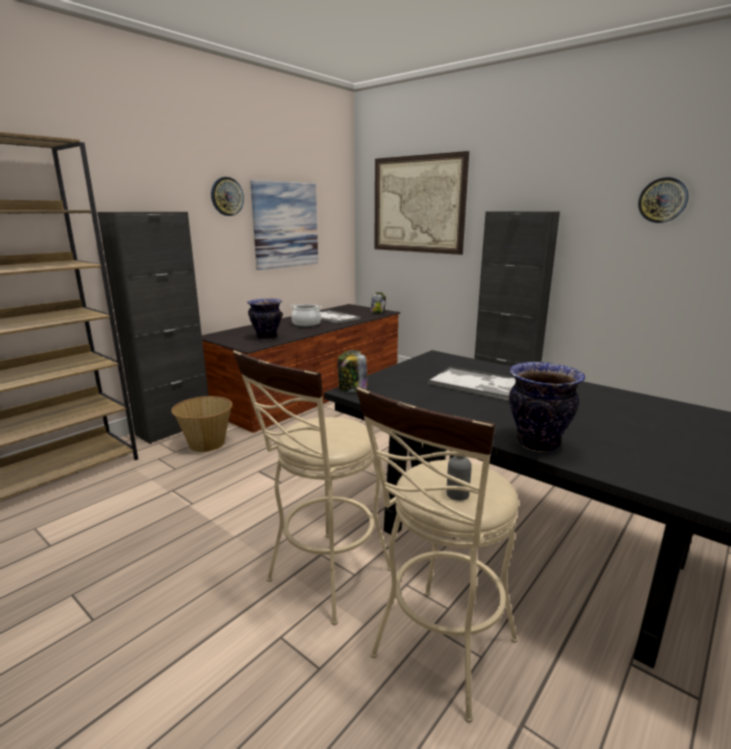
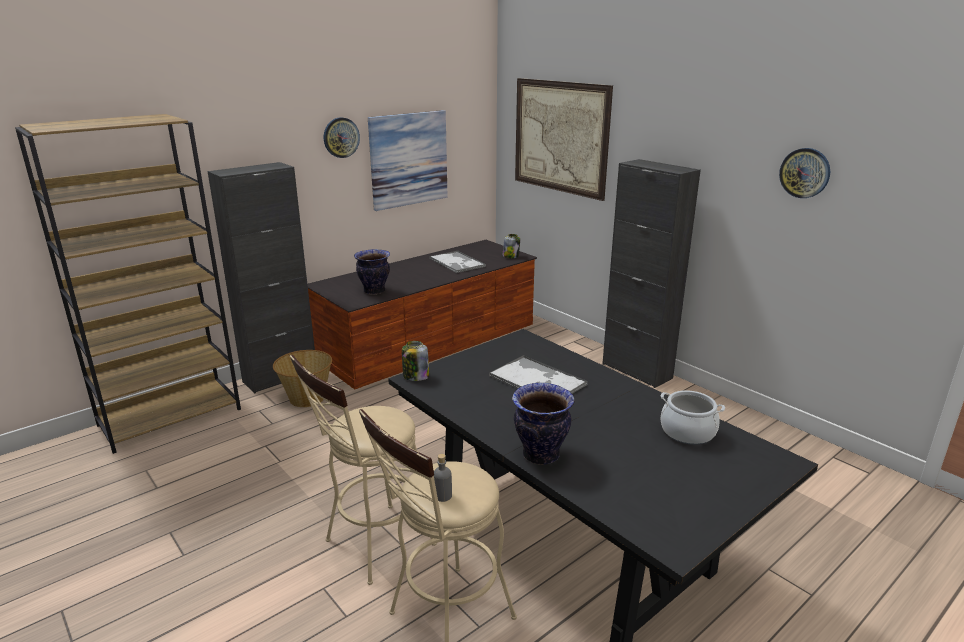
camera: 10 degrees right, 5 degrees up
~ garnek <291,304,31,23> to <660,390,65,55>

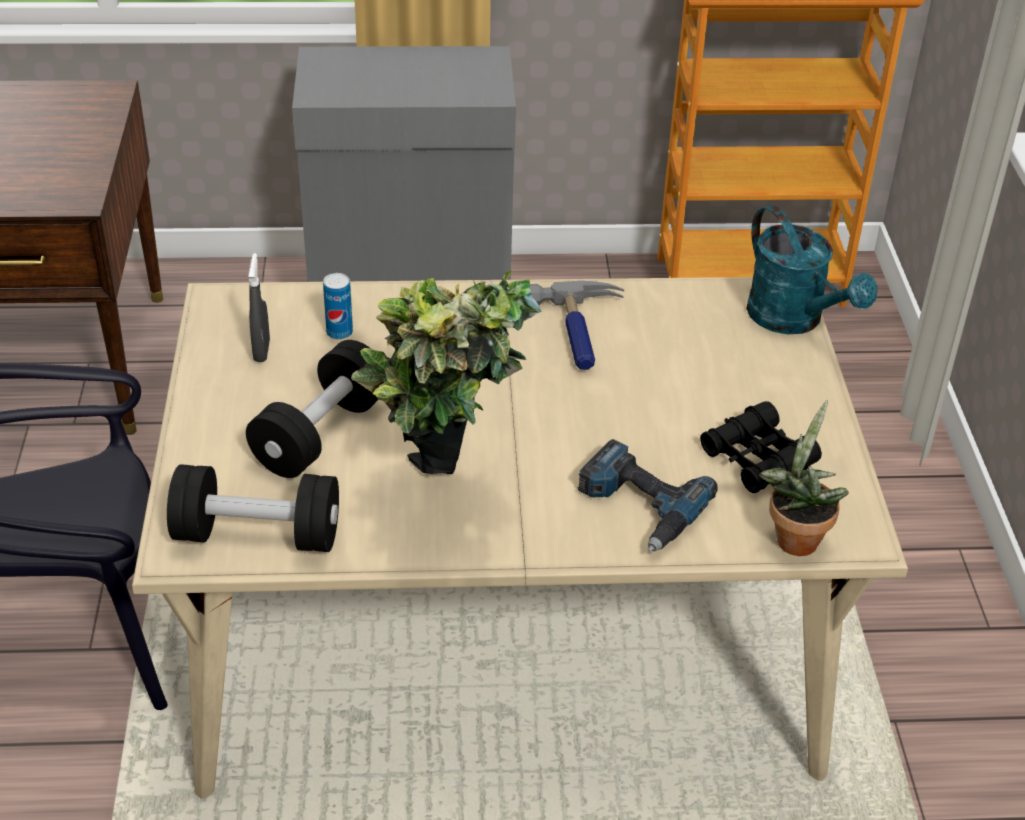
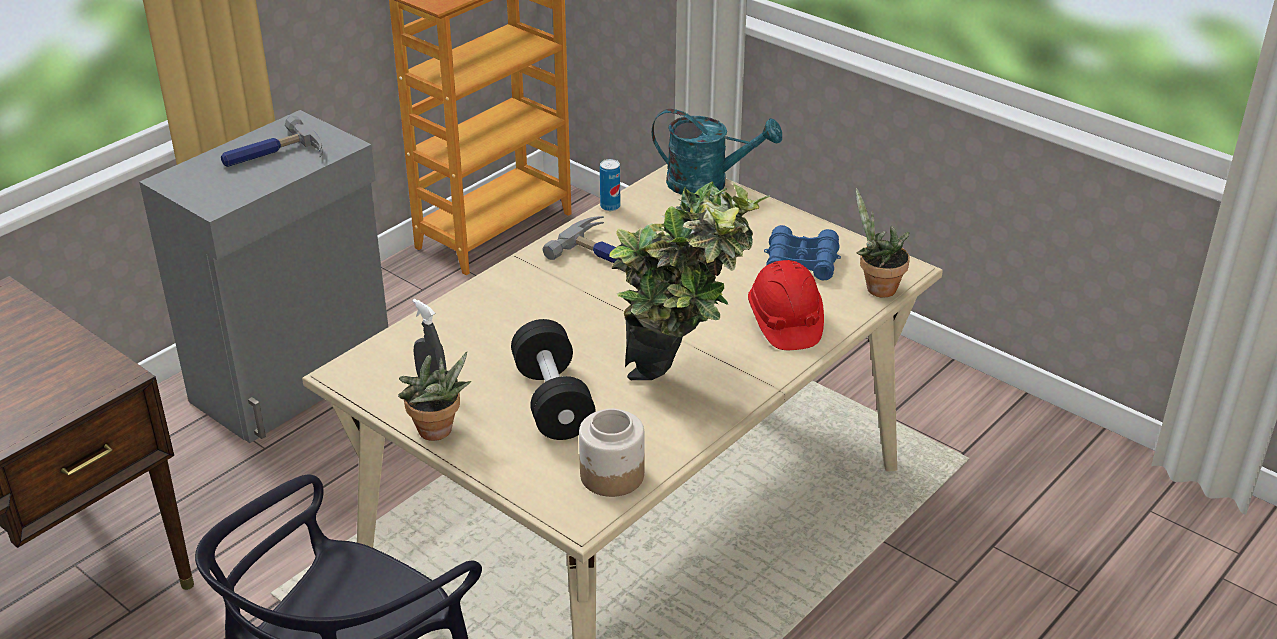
camera: 45 degrees left, 5 degrees down
+ młotek <221,116,102,51>
+ roślina doniczkowa <398,352,73,89>
~ hantel (czarny) <167,464,172,88> to słoik <579,409,66,88>
~ puszka <323,273,30,67> to <600,159,20,52>
~ wiertarka <577,439,141,113> to kask (czerwony) <748,260,76,90>
~ lornetka (czarny) <700,401,122,92> to lornetka (niebieski) <764,225,77,56>

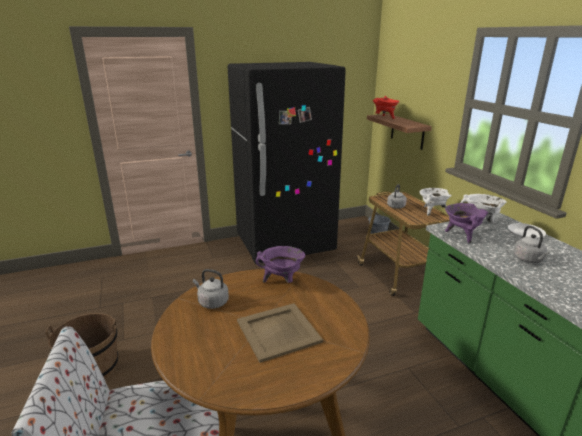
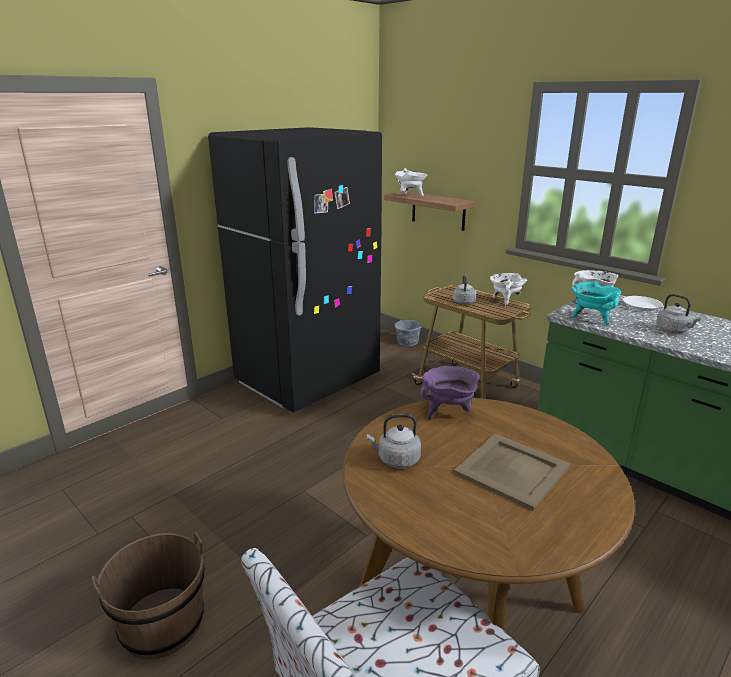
camera: 25 degrees left, 0 degrees up
~ garnek (czerwony) <373,96,26,23> to garnek (biały) <395,168,33,28>
~ garnek (fioletowy) <445,203,44,40> to garnek (turkusowy) <571,281,50,44>

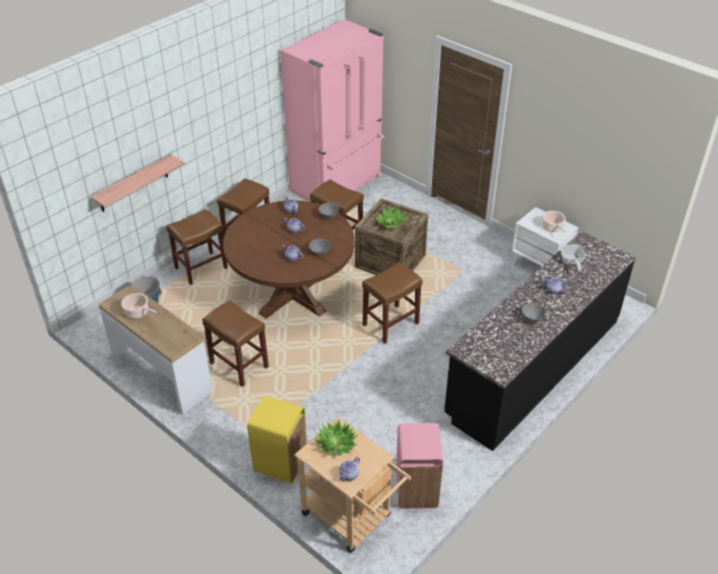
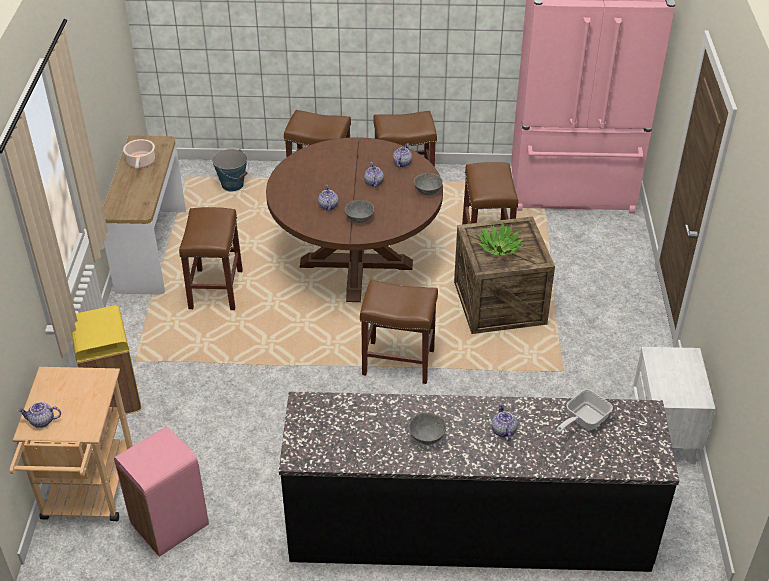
camera: 50 degrees right, 0 degrees up
- półka <90,154,95,58>
- roślina doniczkowa <314,419,44,37>
- garnek <542,211,24,22>

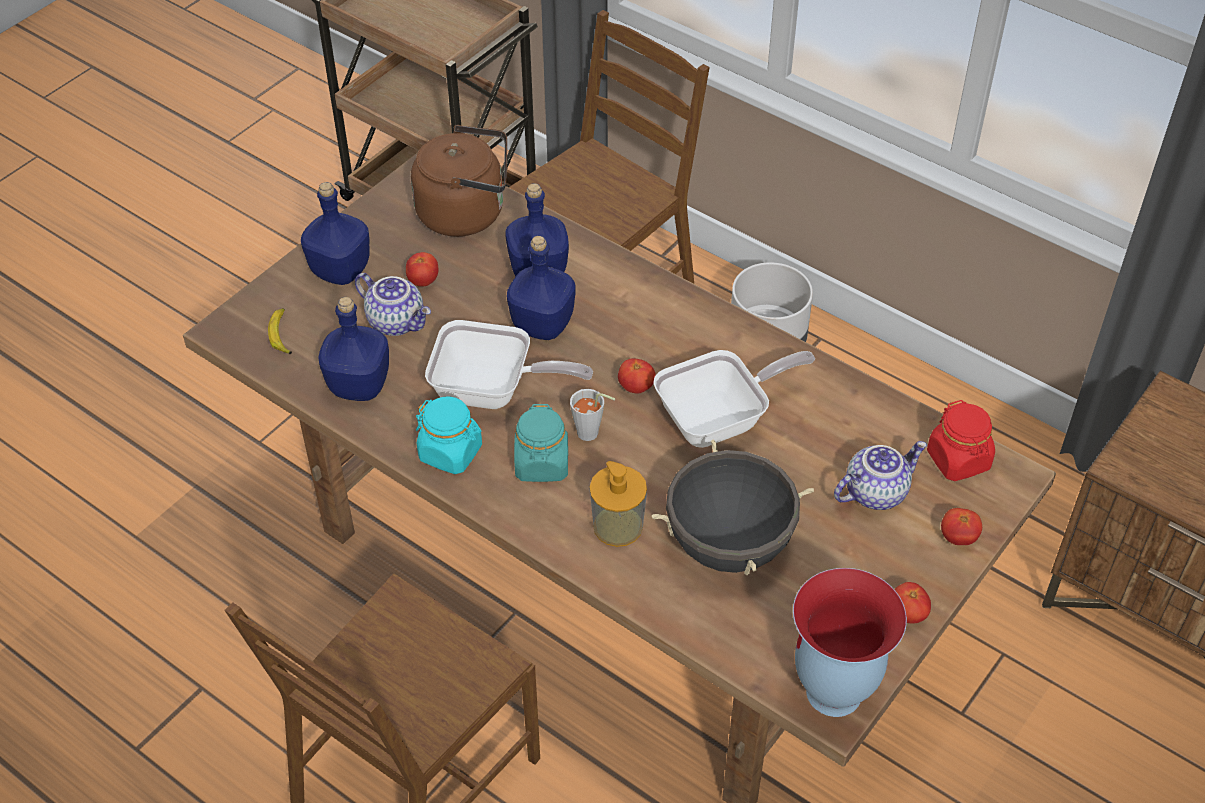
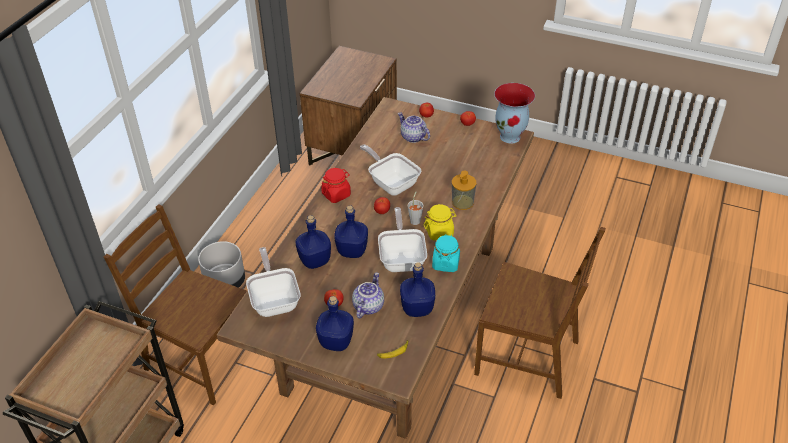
camera: 105 degrees left, 5 degrees down
~ czajnik (brązowy) <411,125,96,112> to patelnia <246,247,55,70>
~ słoik (czerwony) <927,400,68,81> to <321,168,30,35>
~ słoik (turkusowy) <514,404,54,78> to słoik (żółty) <424,204,33,37>
- garnek (czarny) <652,440,162,135>

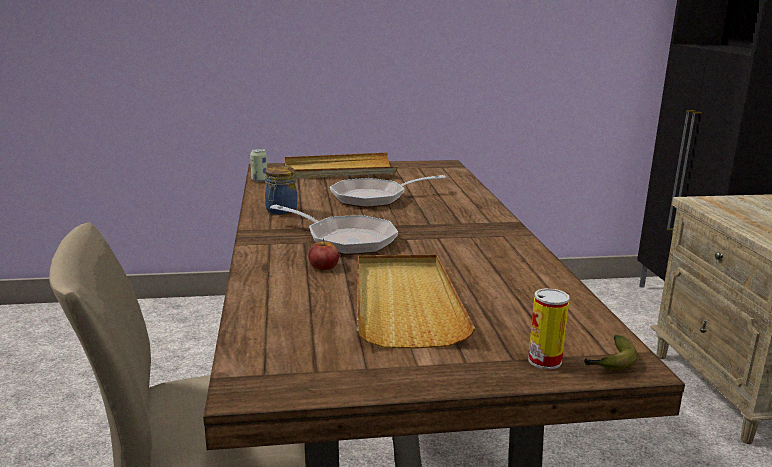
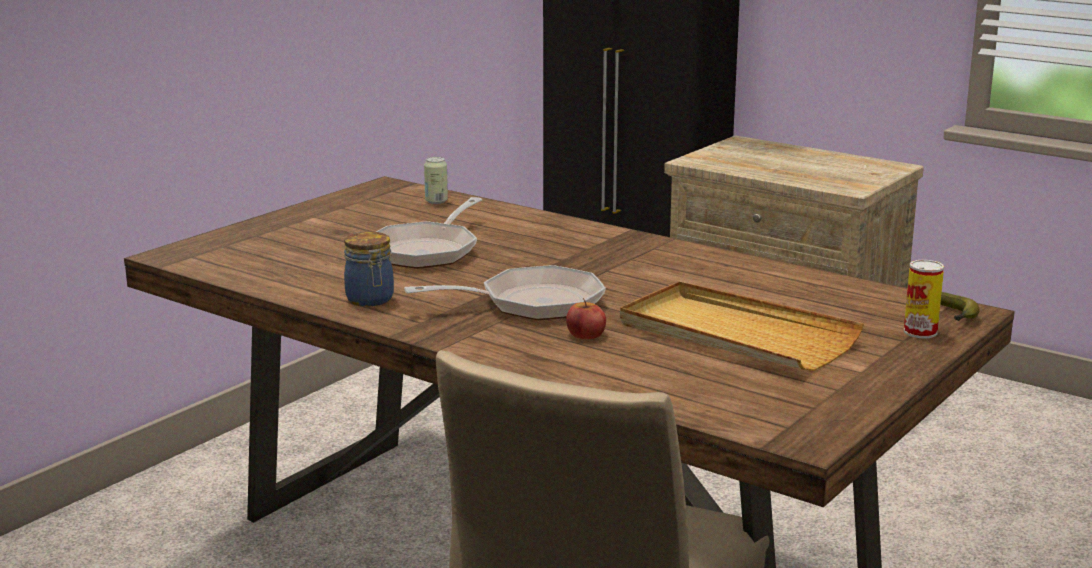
camera: 45 degrees left, 0 degrees up
~ puszka <250,149,17,33> to <424,157,24,47>
- taca (beżowy) <284,152,114,27>

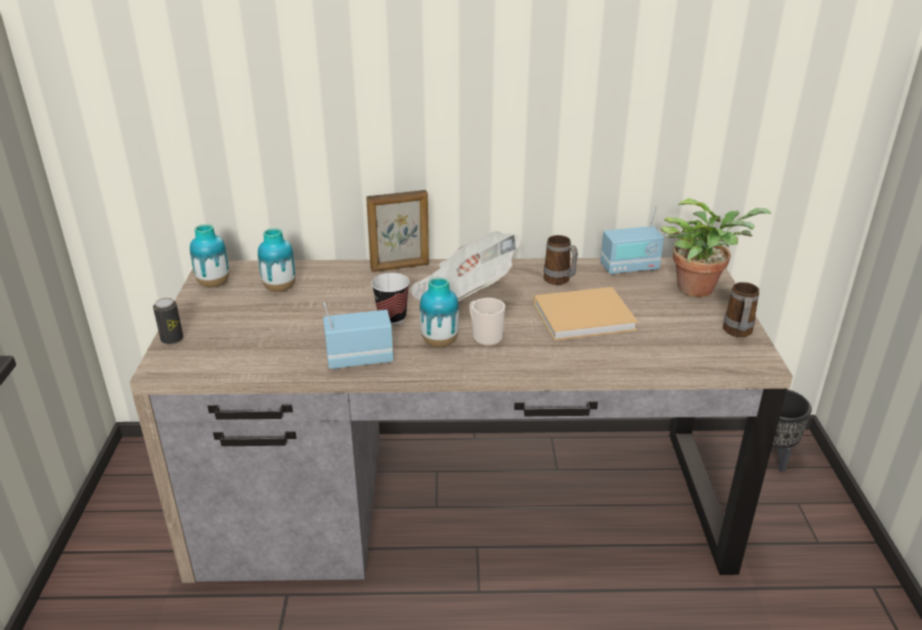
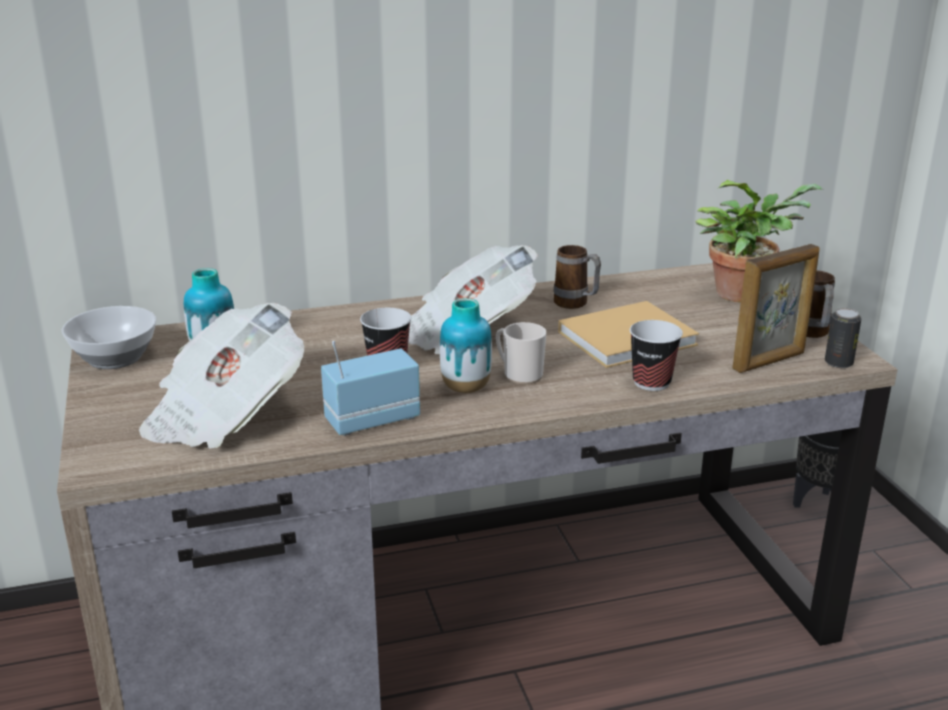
camera: 15 degrees left, 5 degrees down
~ wazon <190,224,39,64> to miska <62,306,95,63>
+ gazeta <139,303,165,146>
+ filiżanka <630,320,53,71>
~ ramka na zdjęcie <366,190,63,82> to <732,244,88,129>
~ puszka <153,298,30,47> to <825,308,37,60>
- radio <600,205,64,70>

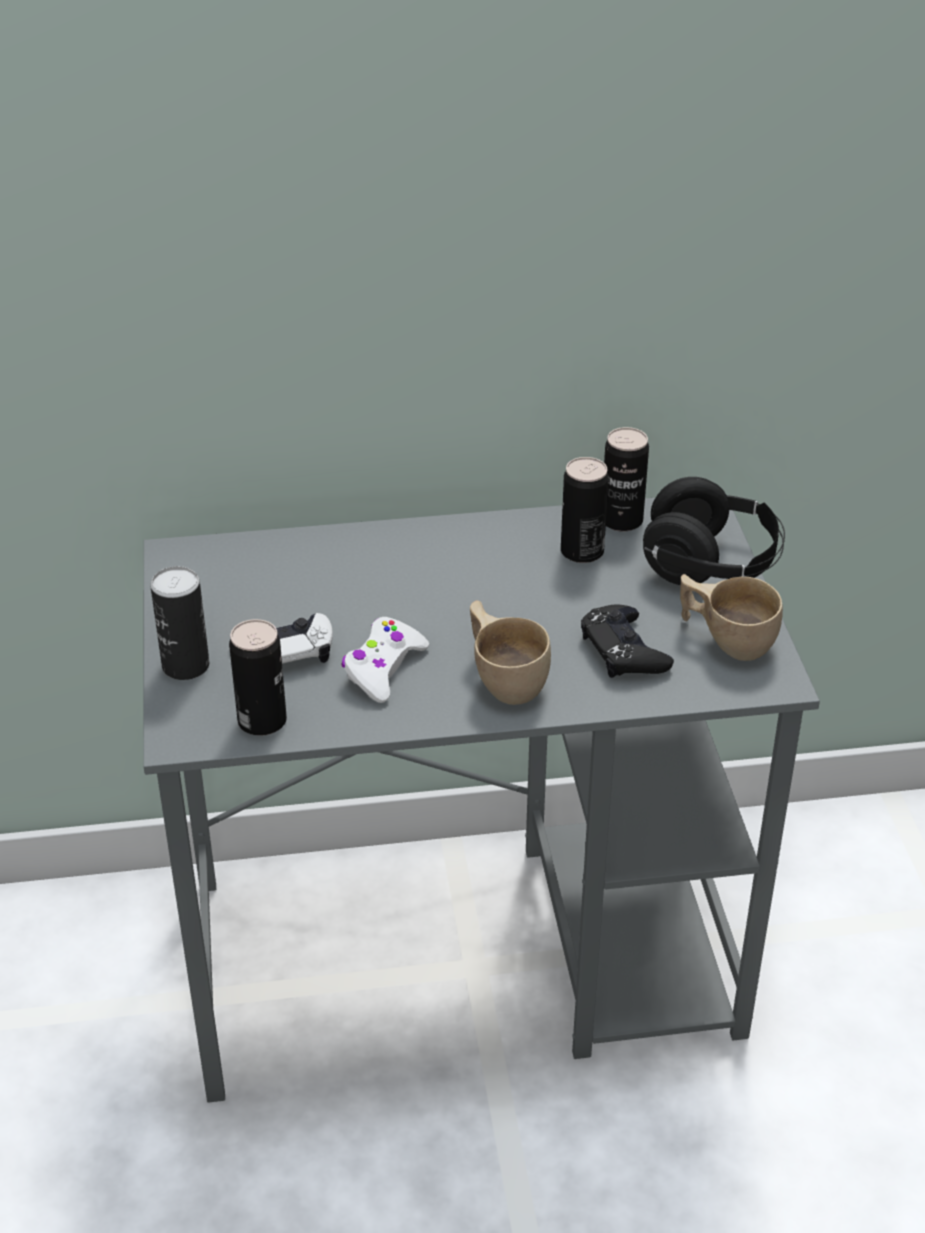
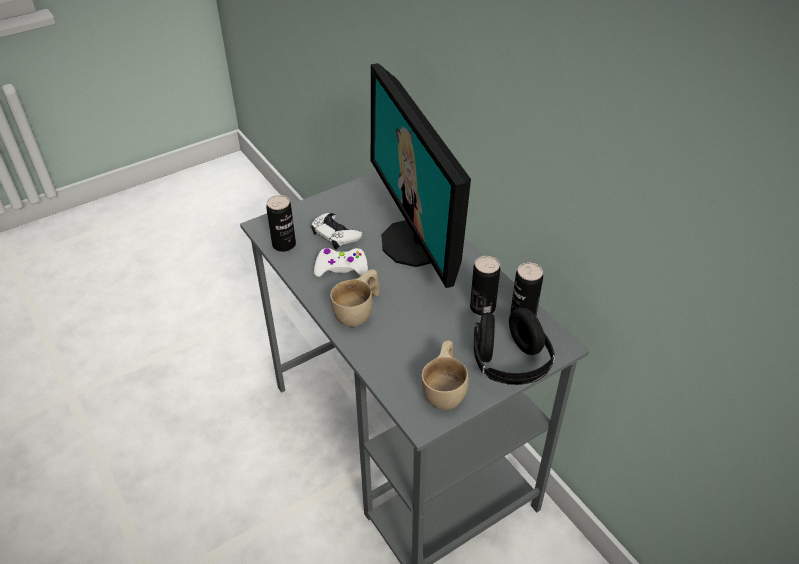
camera: 65 degrees right, 5 degrees up
+ monitor <371,63,100,225>
- puszka <150,566,59,114>
- pad do gier (czarny) <581,604,93,74>

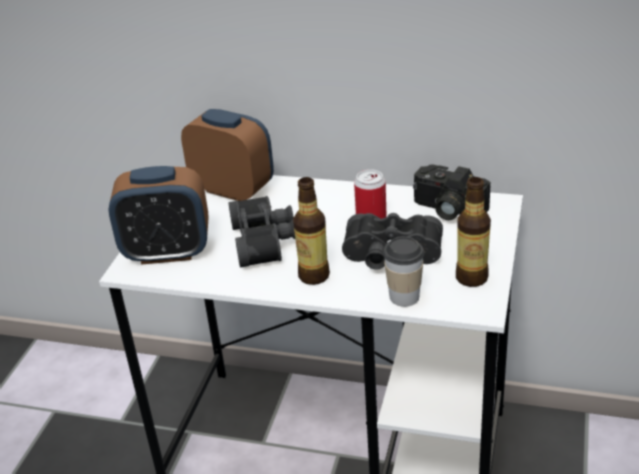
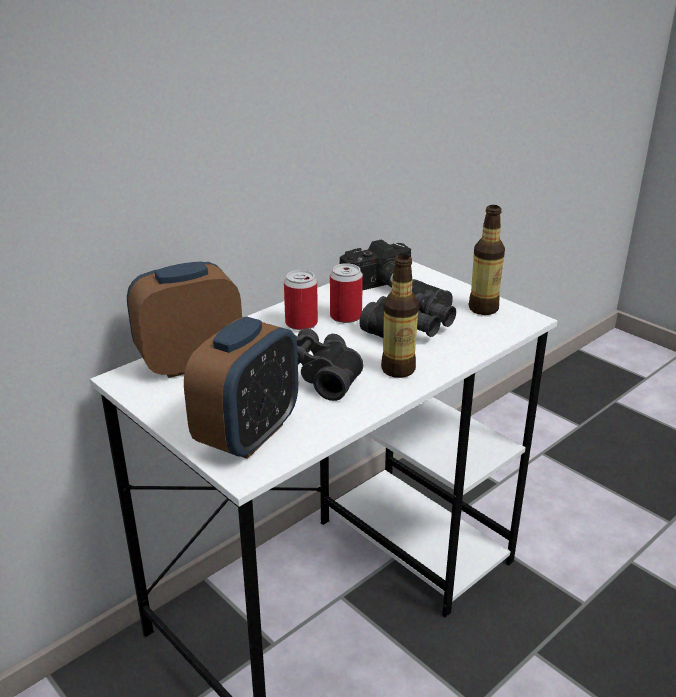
camera: 60 degrees left, 5 degrees down
+ puszka <284,270,34,60>
- filiżanka <383,236,41,71>

